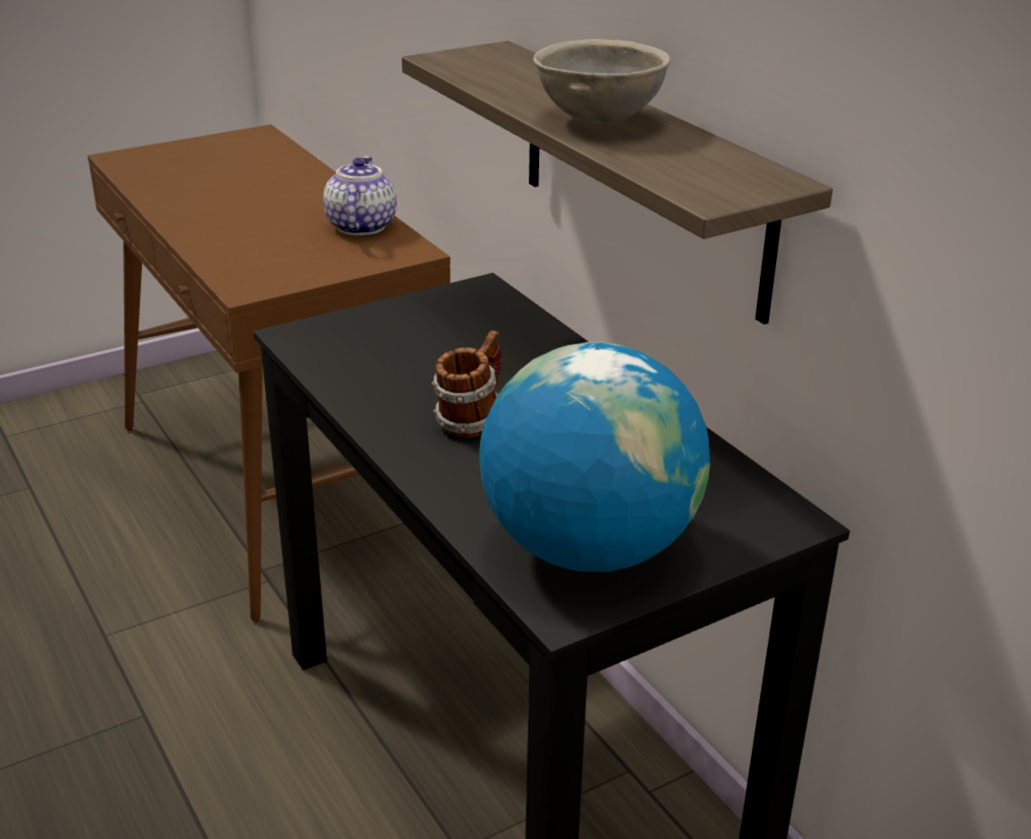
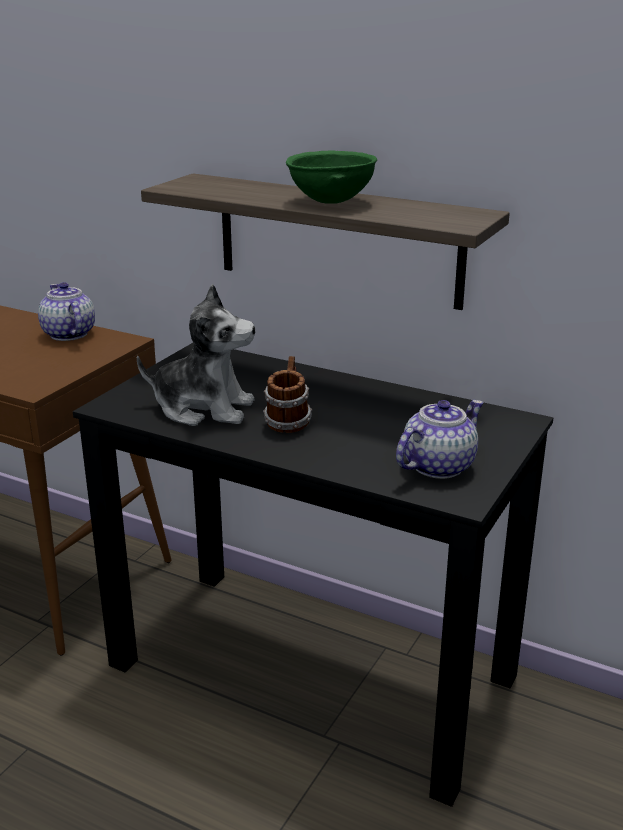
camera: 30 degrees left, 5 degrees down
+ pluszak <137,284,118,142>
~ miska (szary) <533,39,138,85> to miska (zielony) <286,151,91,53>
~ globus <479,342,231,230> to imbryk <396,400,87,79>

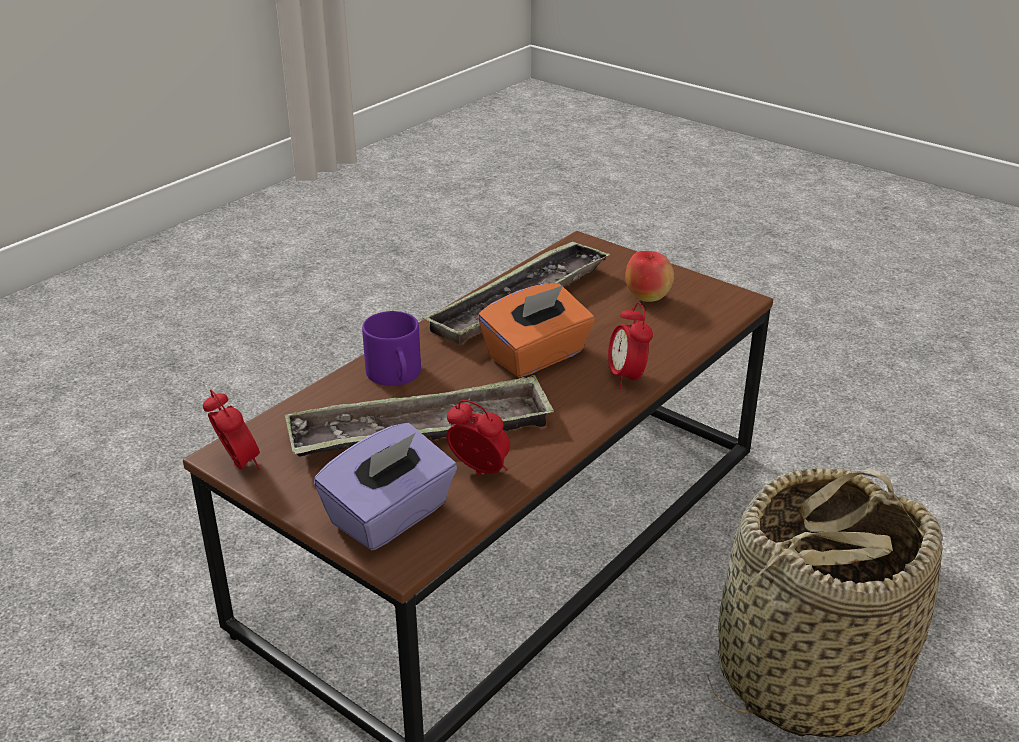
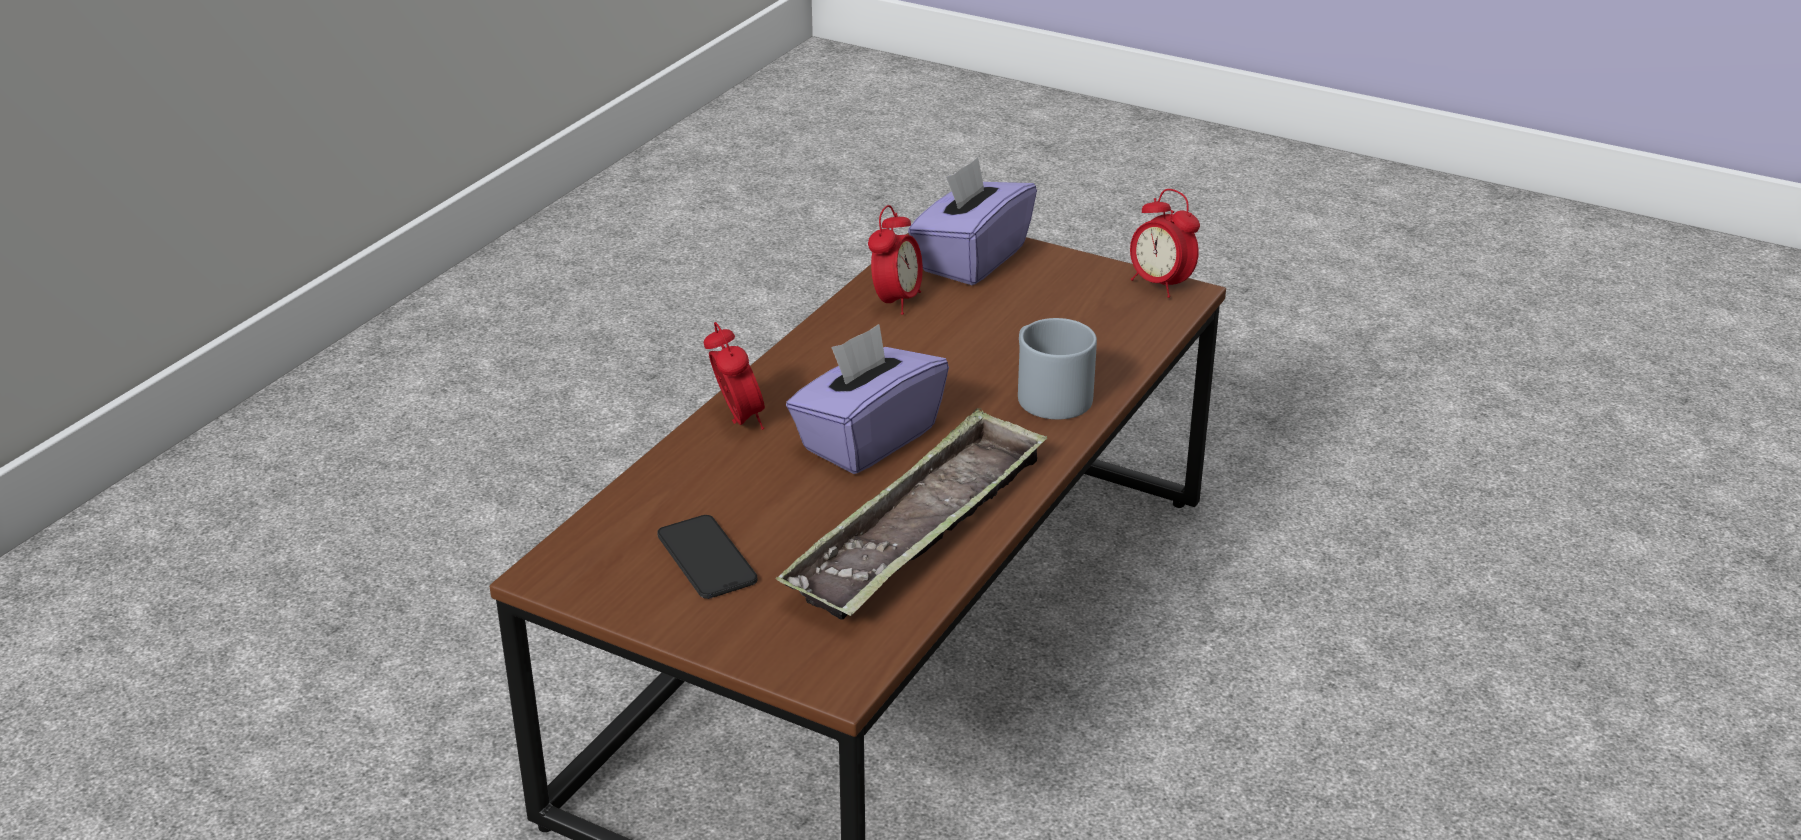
camera: 170 degrees right, 0 degrees up
~ jabłko <625,251,49,51> to telefon <657,515,100,84>
~ pudełko chusteczek (pomarańczowy) <478,283,117,94> to pudełko chusteczek (fioletowy) <786,324,163,150>
~ budzik <446,400,64,75> = <868,205,55,110> 90 degrees counterclockwise
~ kubek (fioletowy) <362,311,59,75> to kubek (szary) <1018,318,79,102>
- taca <285,375,269,82>
- koszyk <706,468,236,270>

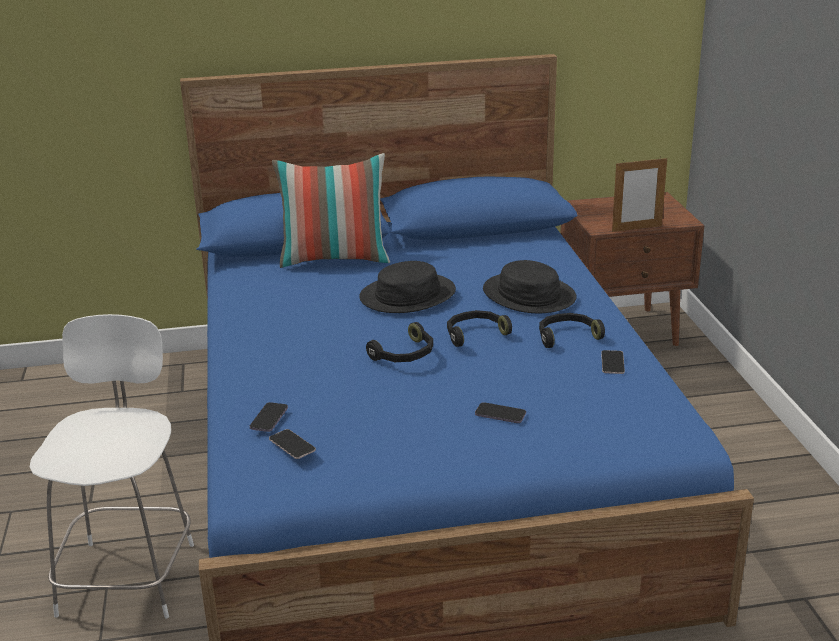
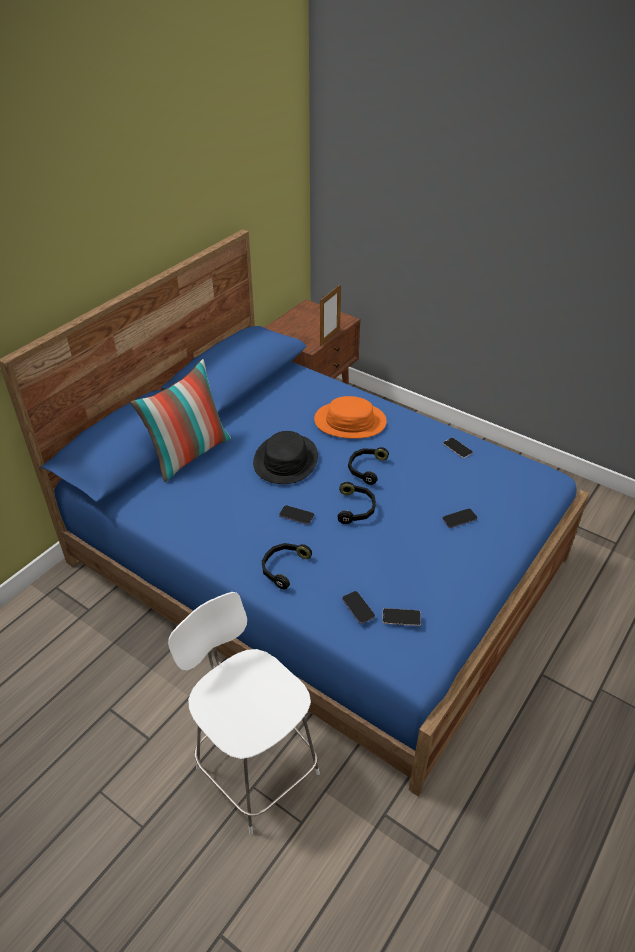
camera: 45 degrees left, 15 degrees up
~ słuchawki (czarny) <539,313,66,35> to <262,543,50,46>
+ telefon <279,505,35,20>
~ kapelusz (czarny) <483,260,94,53> to kapelusz (pomarańczowy) <314,396,73,43>

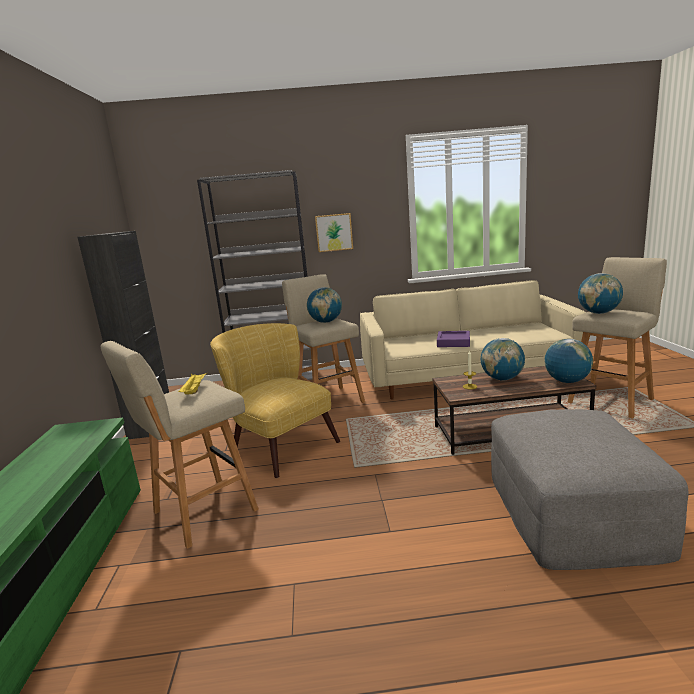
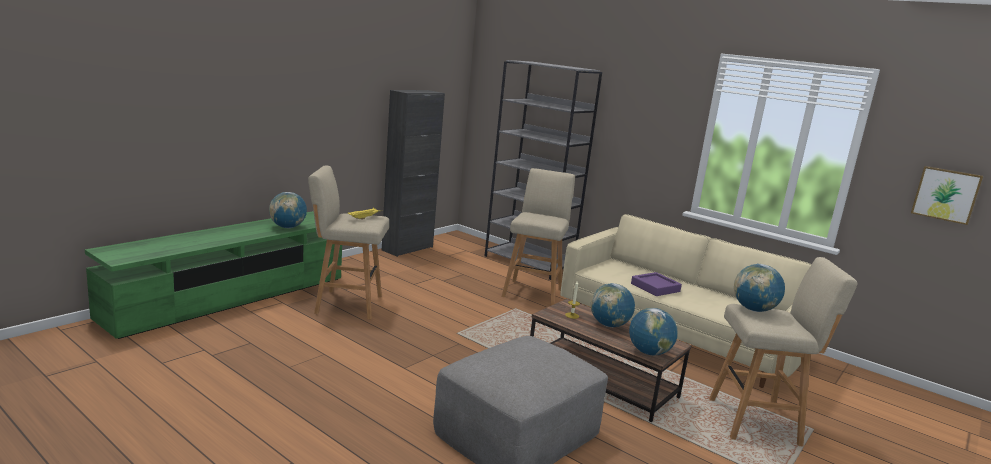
camera: 40 degrees right, 0 degrees up
~ globus <307,287,35,36> to <269,192,38,36>
~ obraz <315,213,38,39> to <911,166,72,59>
- fotel (żółty) <210,323,130,155>

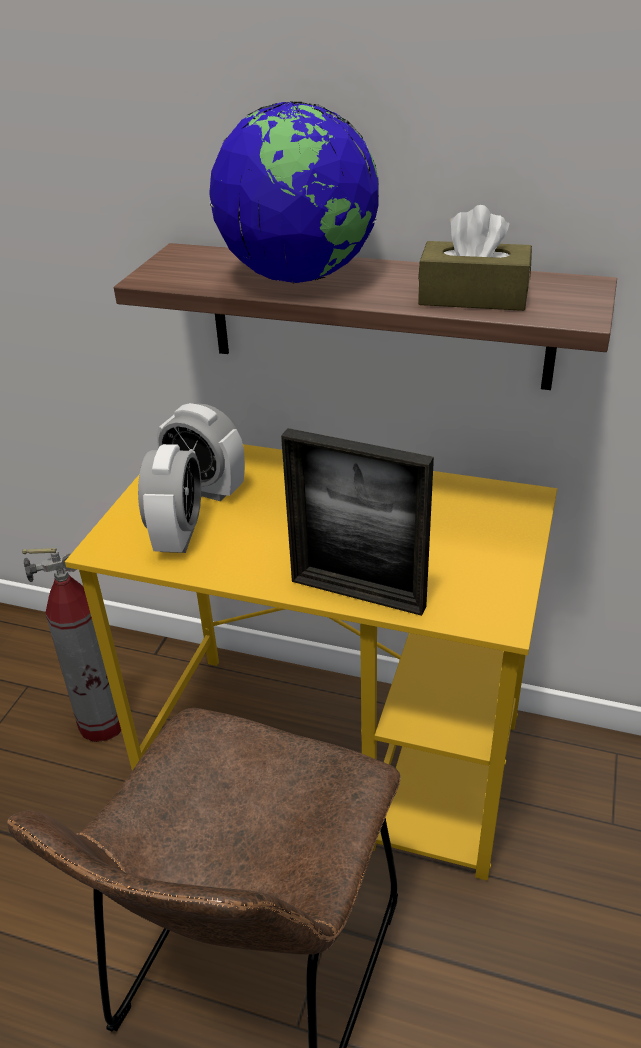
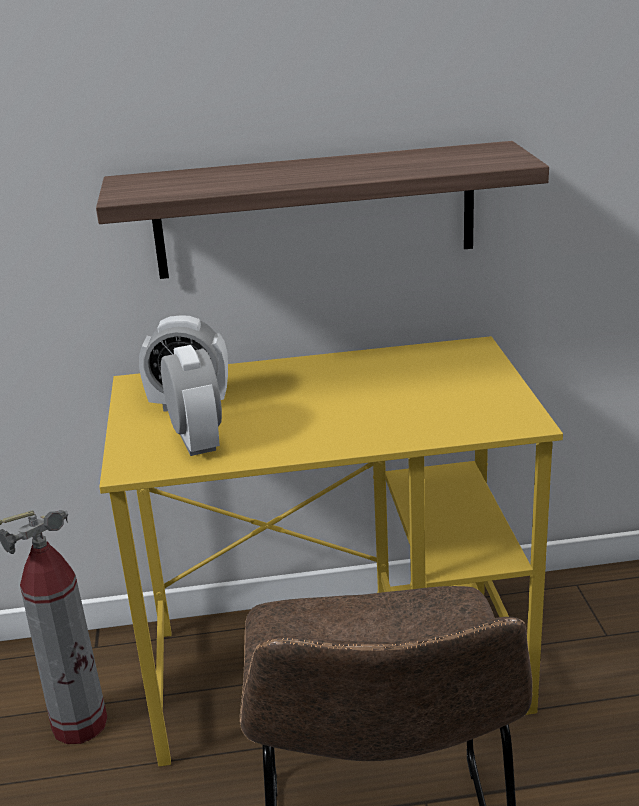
camera: 25 degrees left, 10 degrees down
- globus <209,101,170,183>
- ramka na zdjęcie <281,428,153,188>
- pudełko chusteczek (brązowy) <418,205,114,106>

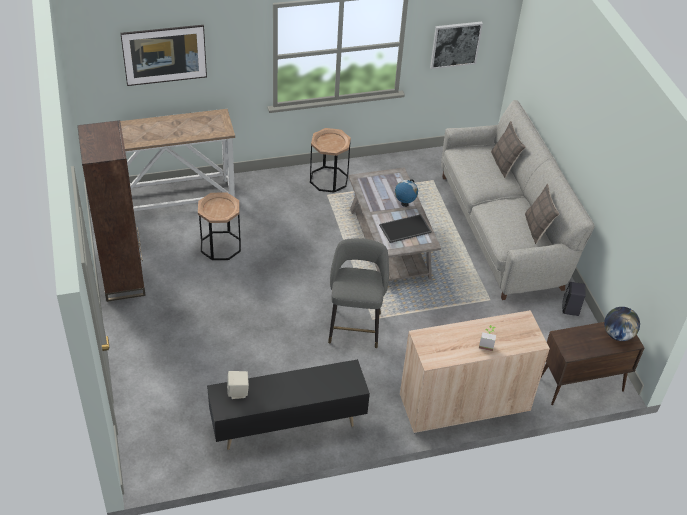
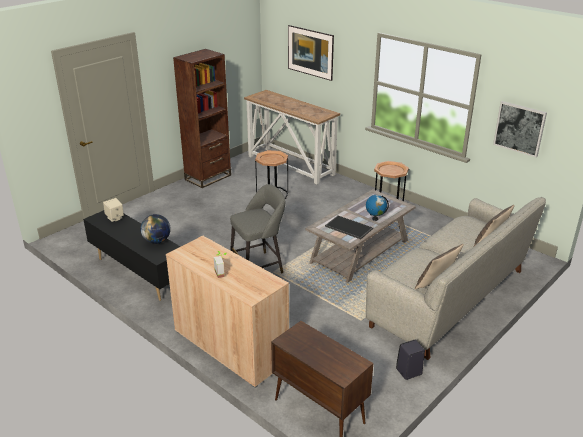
camera: 60 degrees right, 15 degrees down
~ globus <604,307,36,34> to <140,214,31,30>

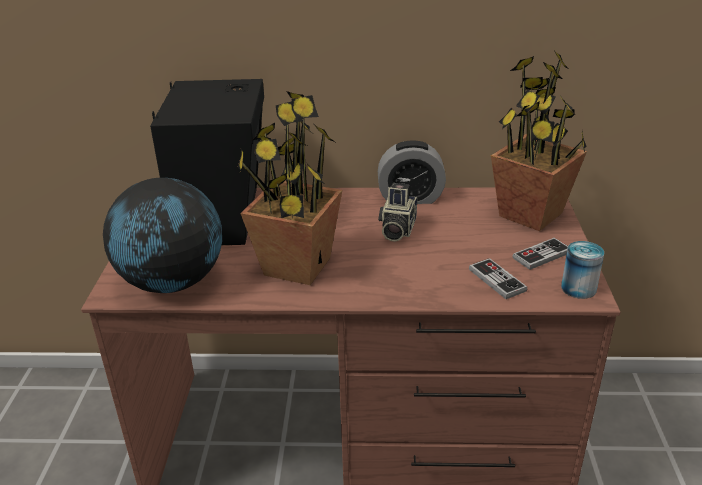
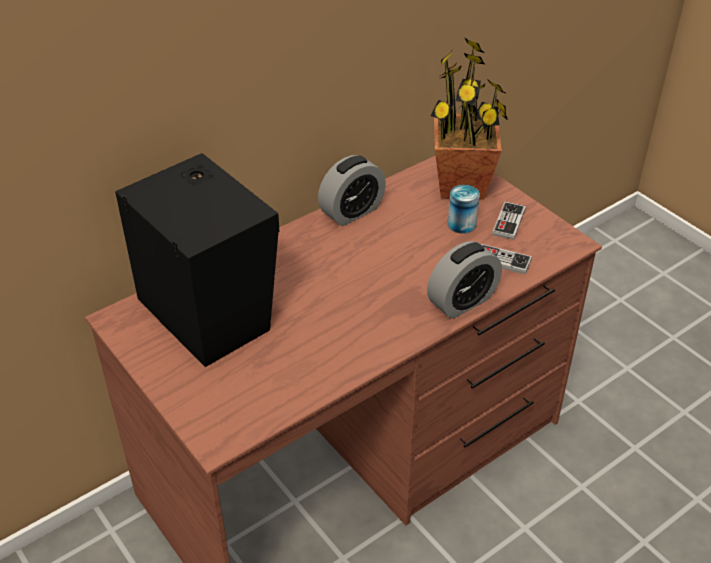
camera: 40 degrees left, 10 degrees up
+ budzik <427,241,75,78>
~ puszka <561,241,43,58> to <448,185,32,49>
- globus <103,178,119,115>
- roślina doniczkowa <238,91,104,194>
- aparat fotograficzny <378,183,39,58>

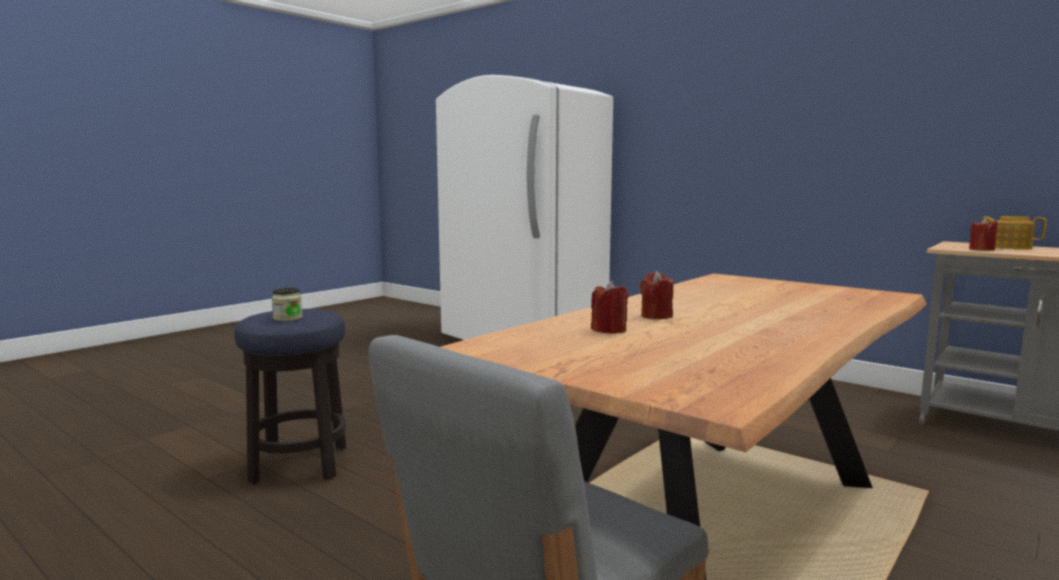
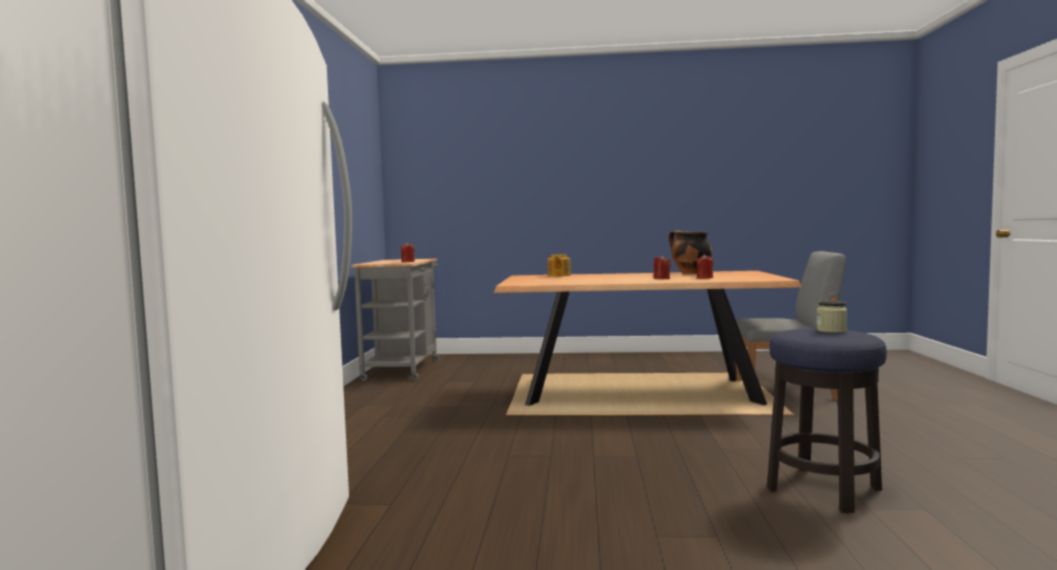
camera: 125 degrees left, 5 degrees down
~ imbryk <981,216,66,33> to <547,254,24,23>
+ garnek <669,230,43,44>

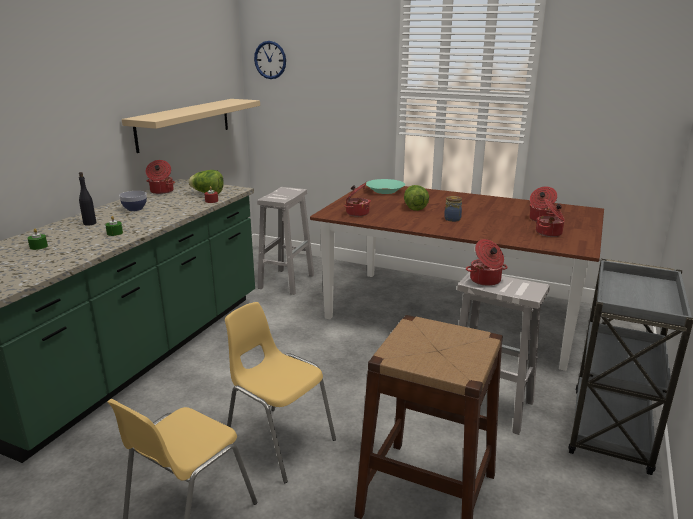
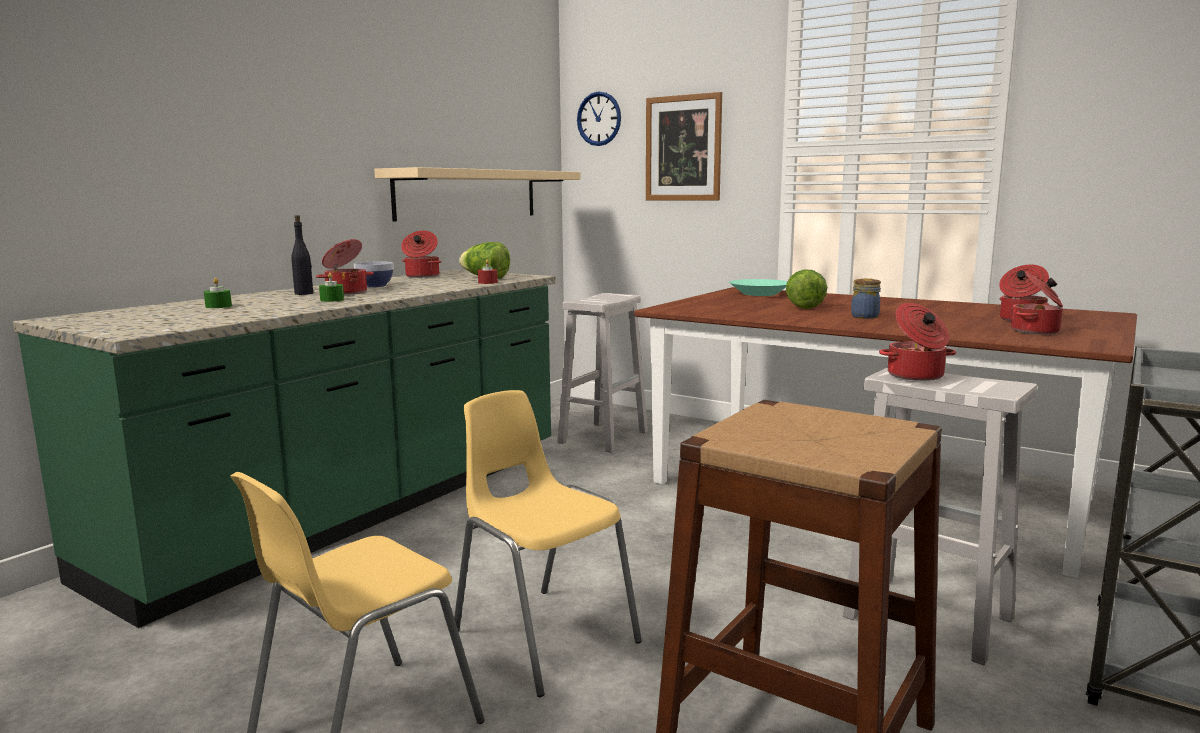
camera: 10 degrees right, 10 degrees down
~ garnek <344,183,27,34> to <316,239,58,56>
+ obraz <646,92,76,108>

